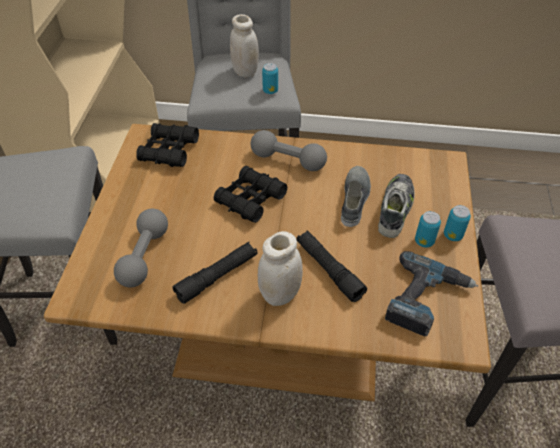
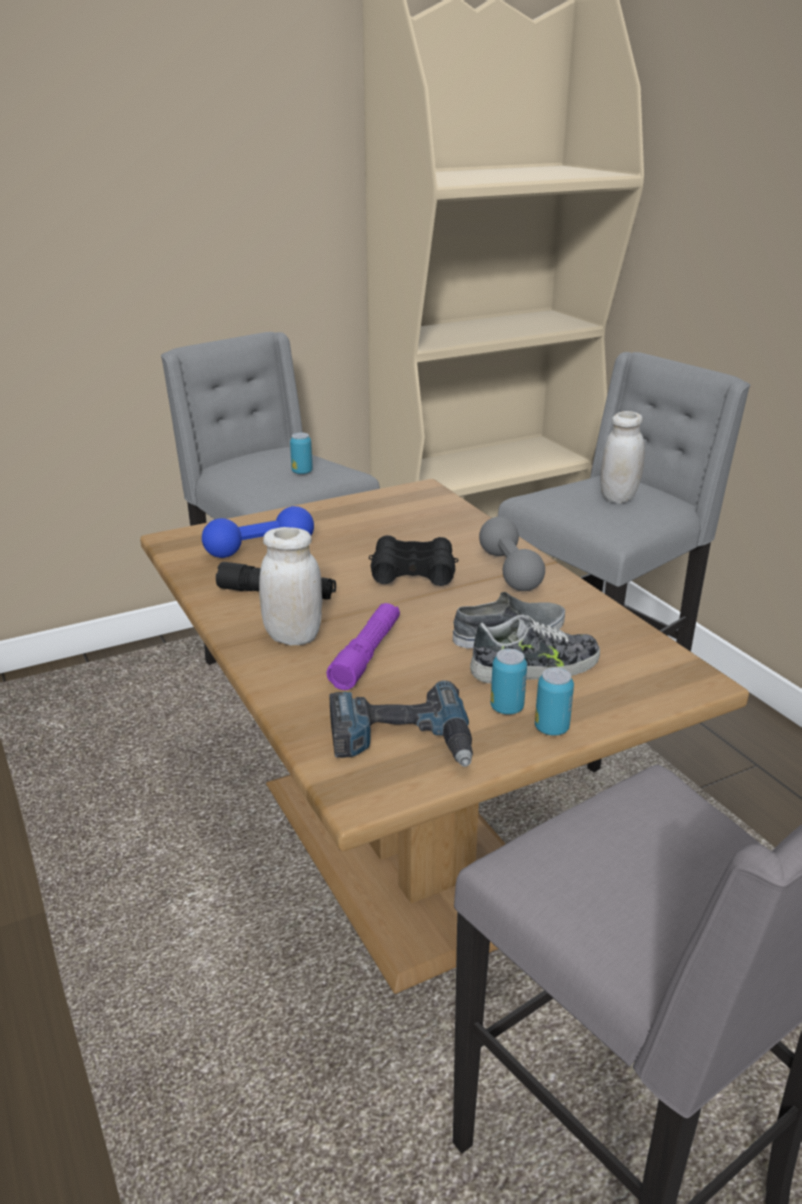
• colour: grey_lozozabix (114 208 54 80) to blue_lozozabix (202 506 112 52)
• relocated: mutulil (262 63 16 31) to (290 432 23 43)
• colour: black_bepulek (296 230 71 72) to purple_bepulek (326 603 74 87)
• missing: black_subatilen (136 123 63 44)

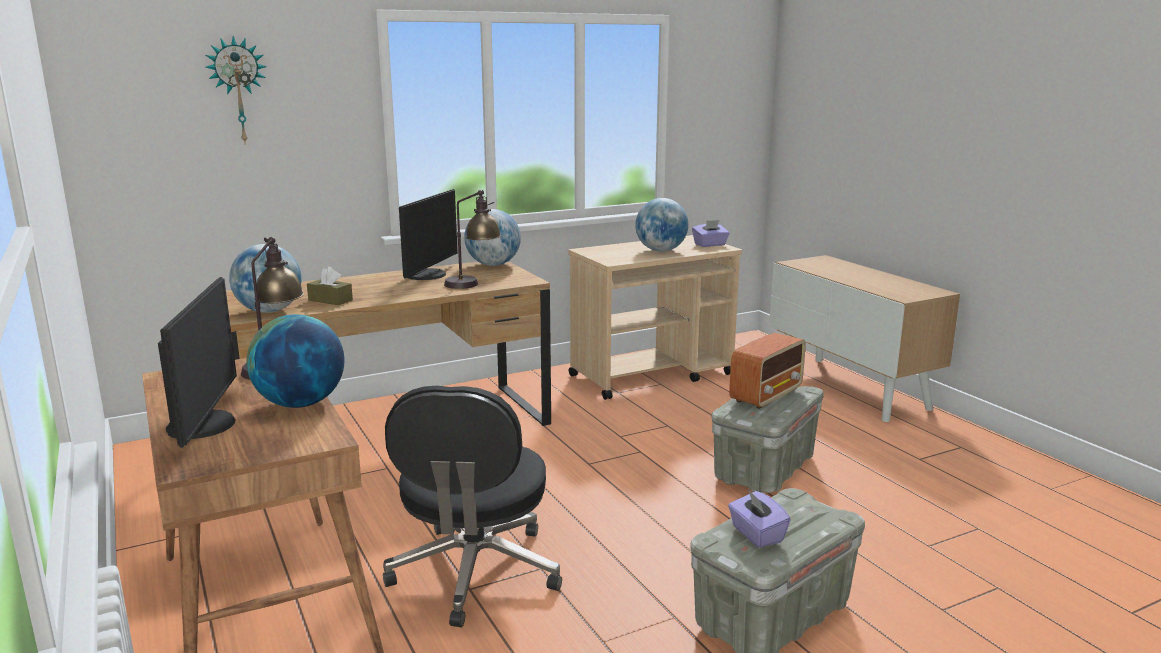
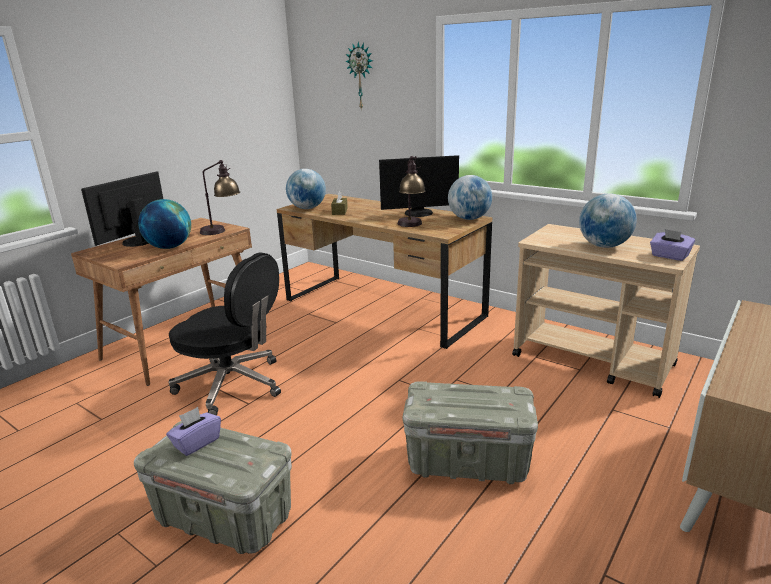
• spun: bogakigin (158 277 79 170) = (81 171 82 76) 150 degrees clockwise
• spun: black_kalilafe (383 386 179 241) = (168 253 113 162) 135 degrees counterclockwise
• missing: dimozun (729 333 77 76)

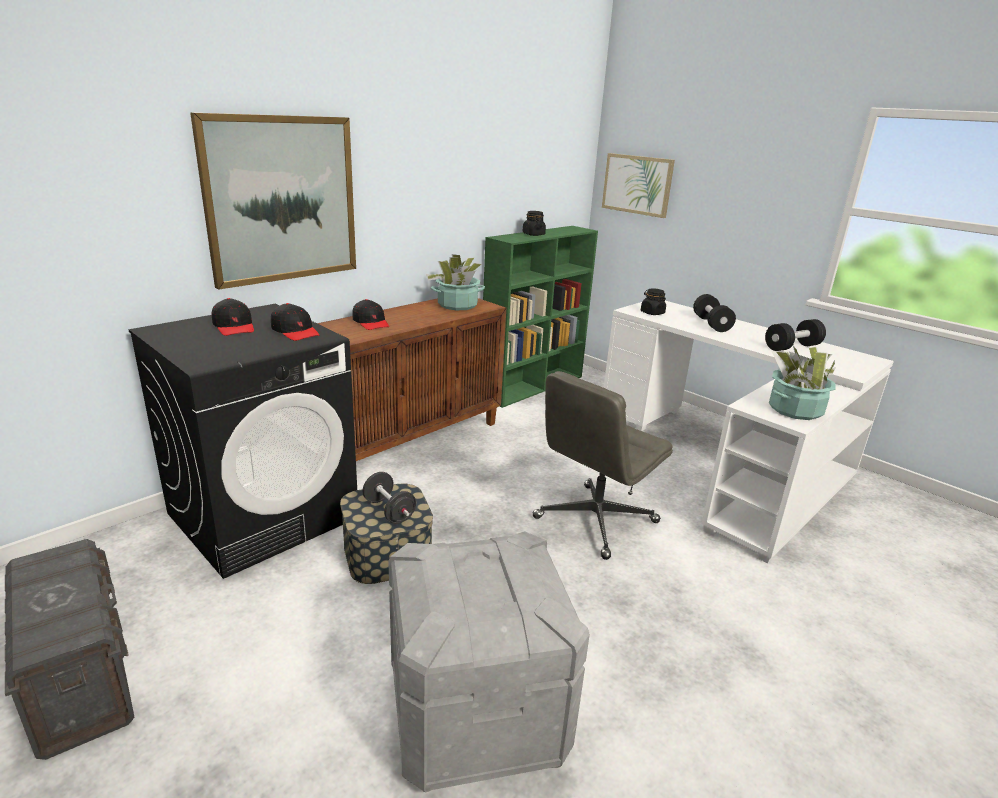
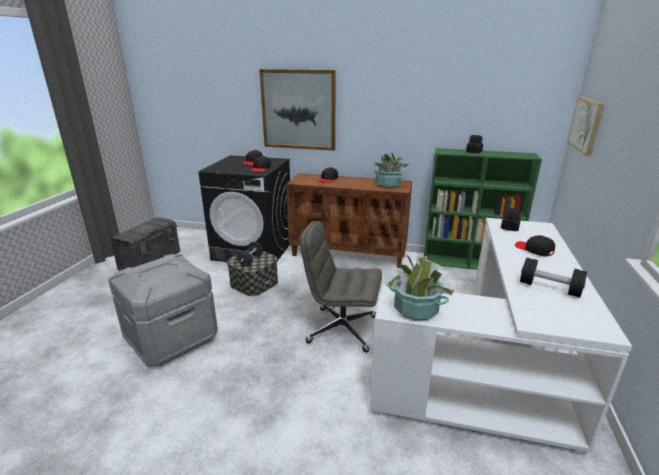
• exchanged: black_lozozabix (693 294 43 38) to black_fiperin (515 235 40 21)

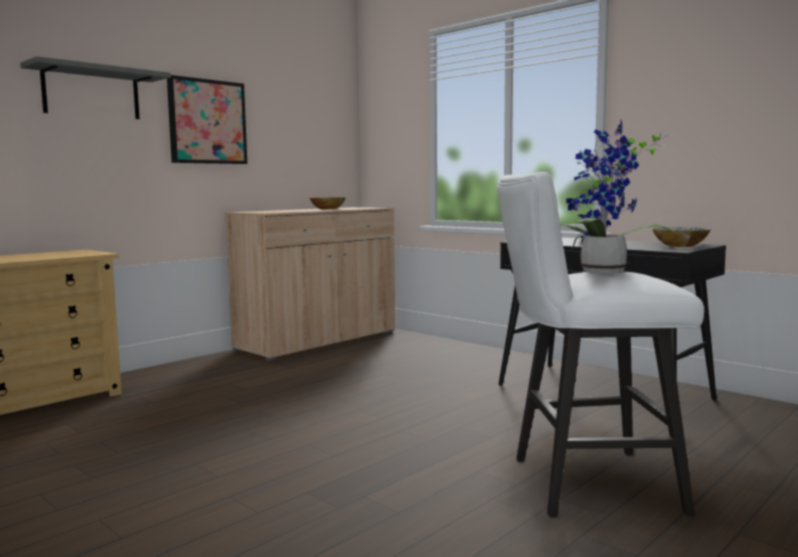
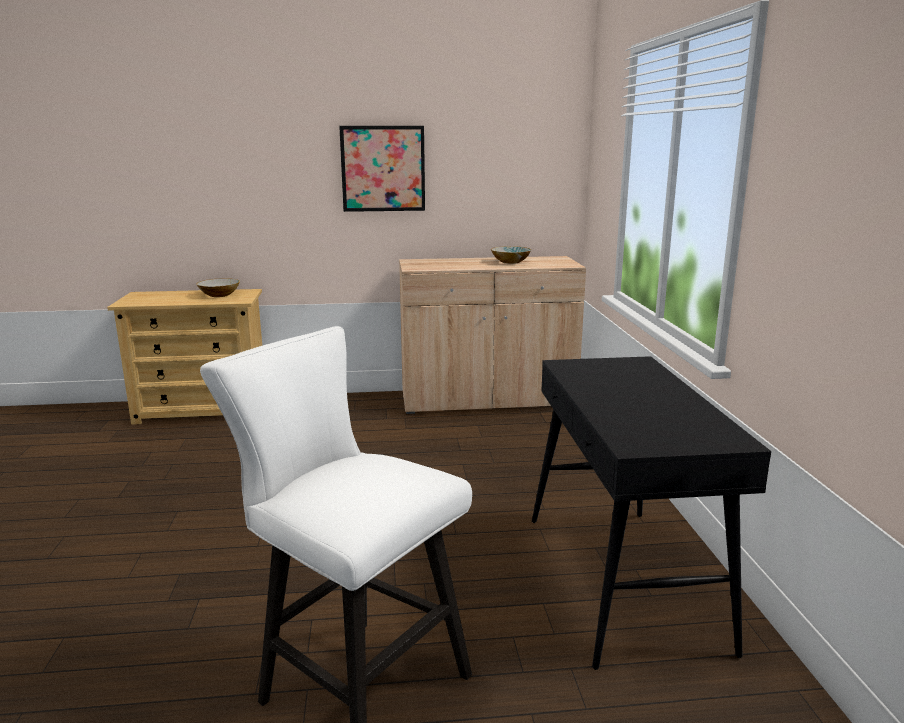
• relocated: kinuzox (652 227 59 20) to (196 278 44 19)
• missing: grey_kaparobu (20 56 151 63)
• missing: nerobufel (560 119 121 155)

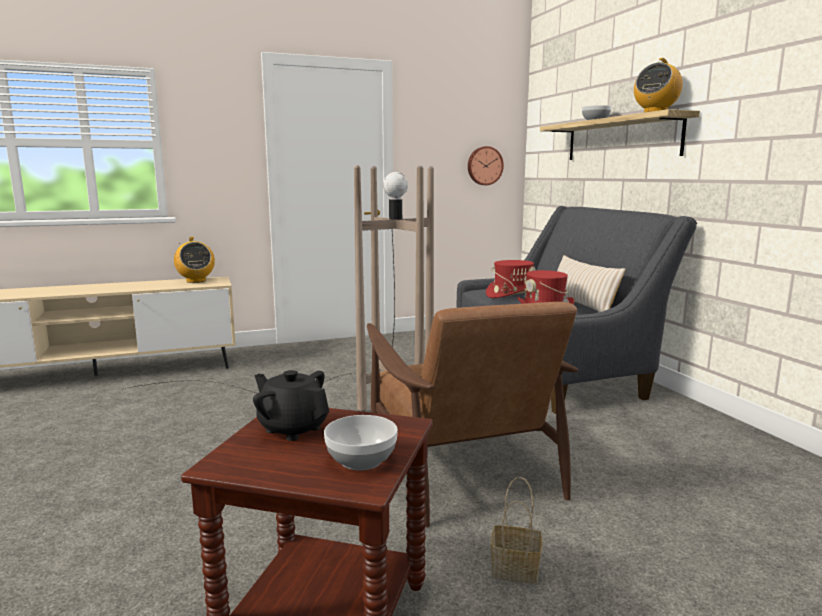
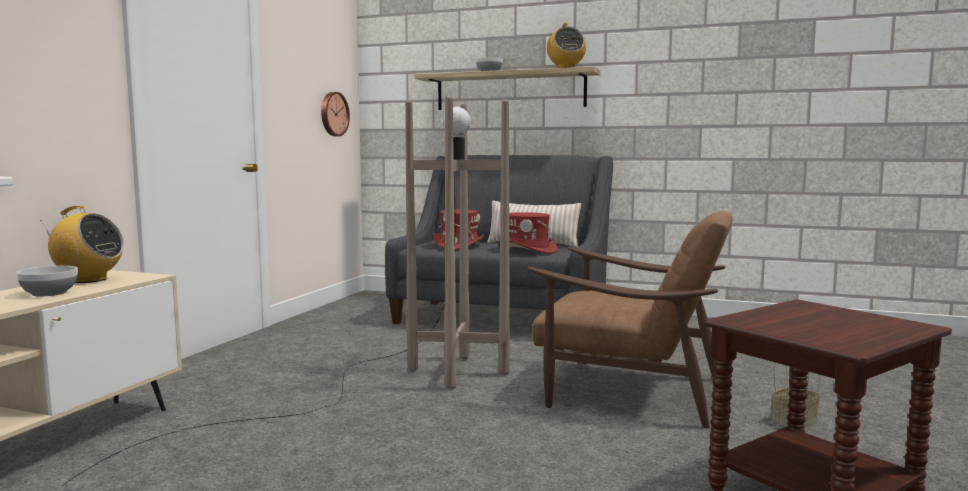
• relocated: kinuzox (324 415 74 56) to (16 266 62 30)
• missing: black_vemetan (253 370 76 71)

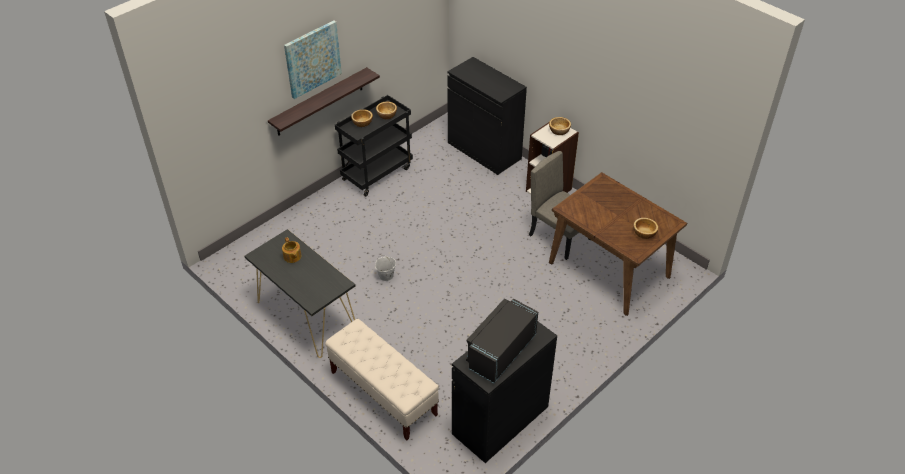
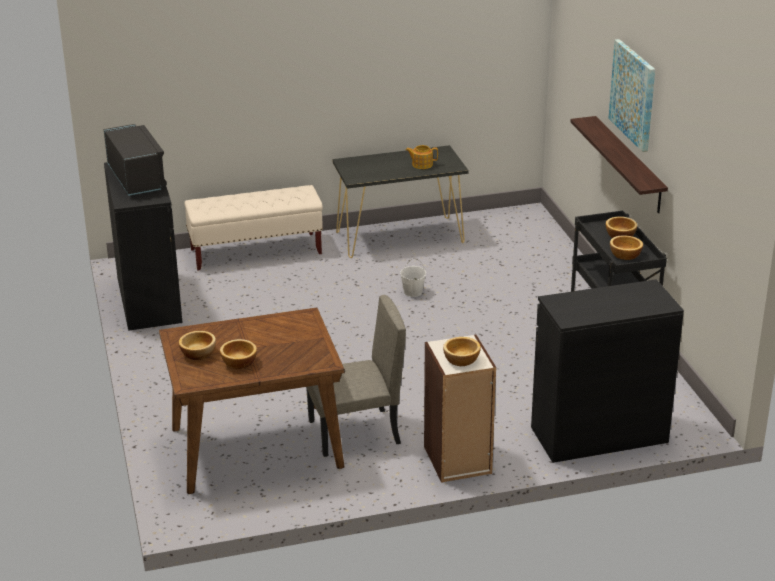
• appeared: kinuzox (220 339 37 30)

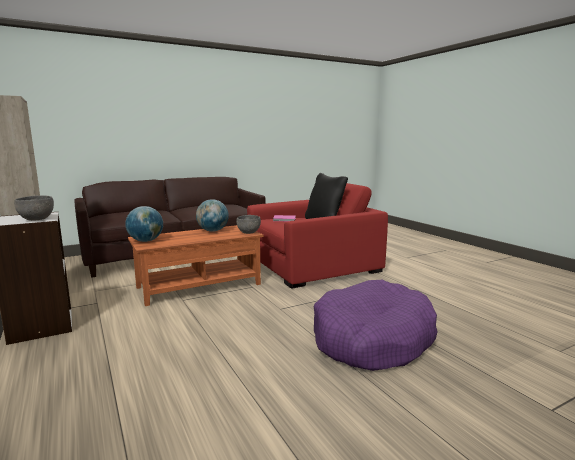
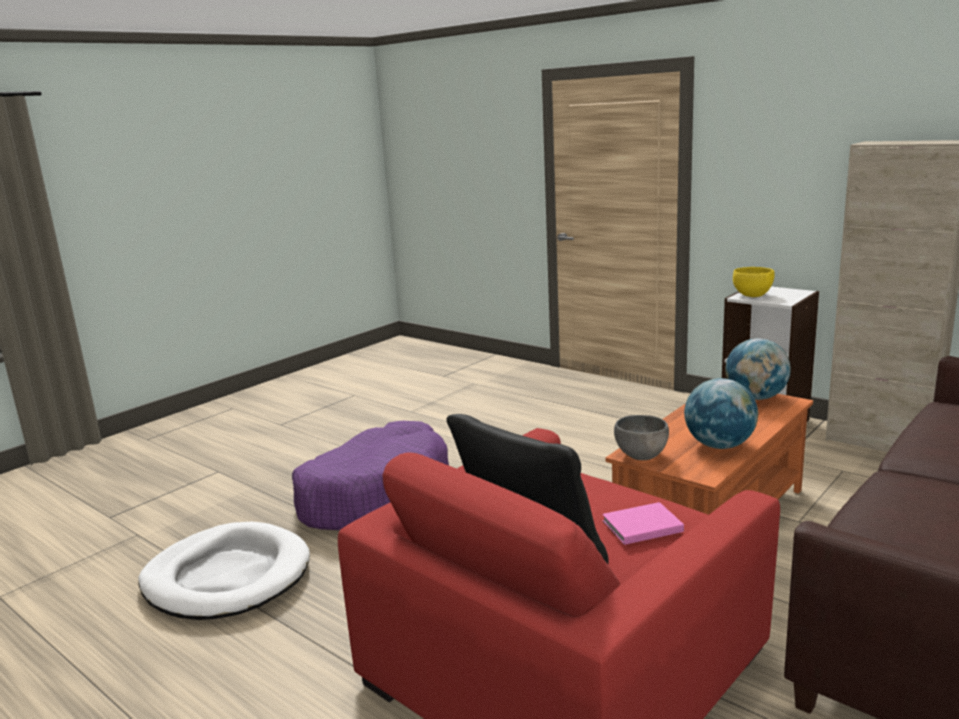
• appeared: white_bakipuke (138 522 172 98)
• colour: grey_kinuzox (14 195 40 26) to yellow_kinuzox (733 267 42 30)

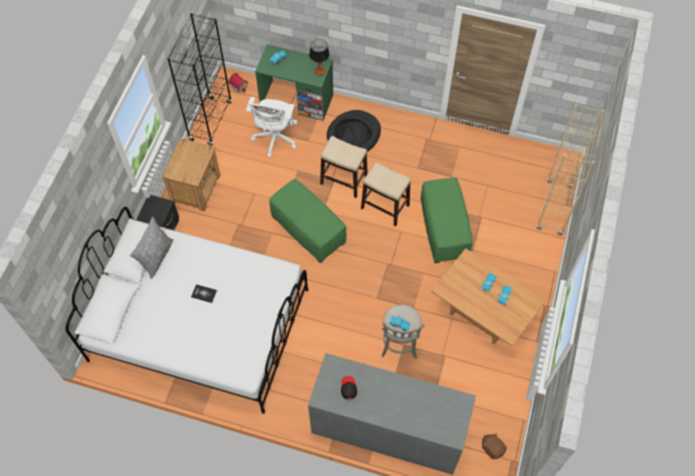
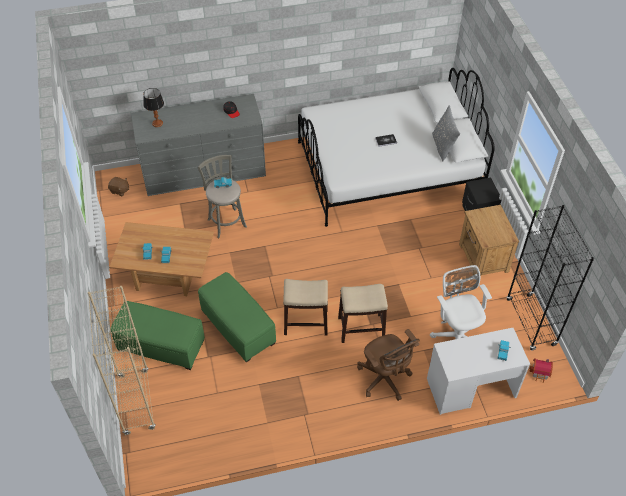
• relocated: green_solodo (269 179 77 84) to (110 301 95 69)
• relocated: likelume (309 39 21 37) to (143 88 21 39)
• exchanged: black_bakipuke (327 110 54 42) to brown_kalilafe (357 329 63 72)
• colour: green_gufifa (255 45 78 76) to white_gufifa (427 328 103 87)

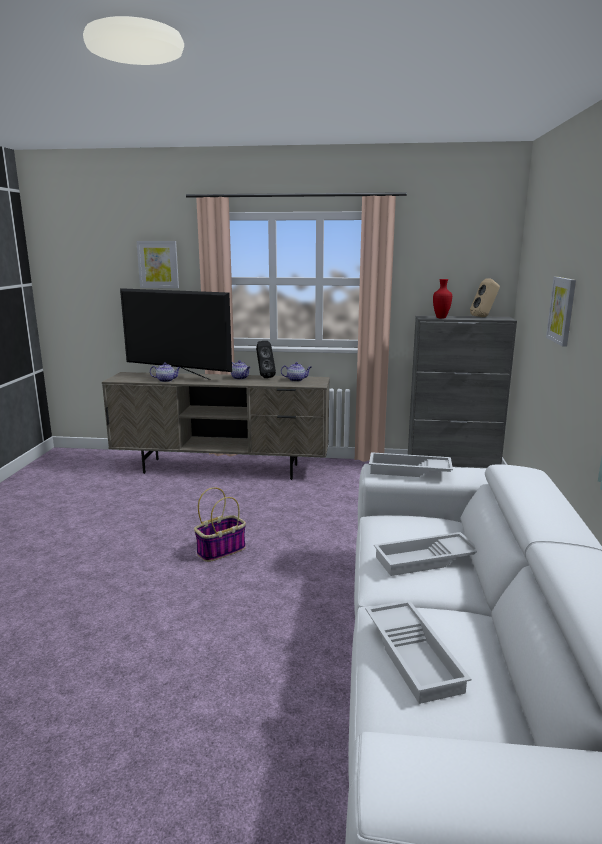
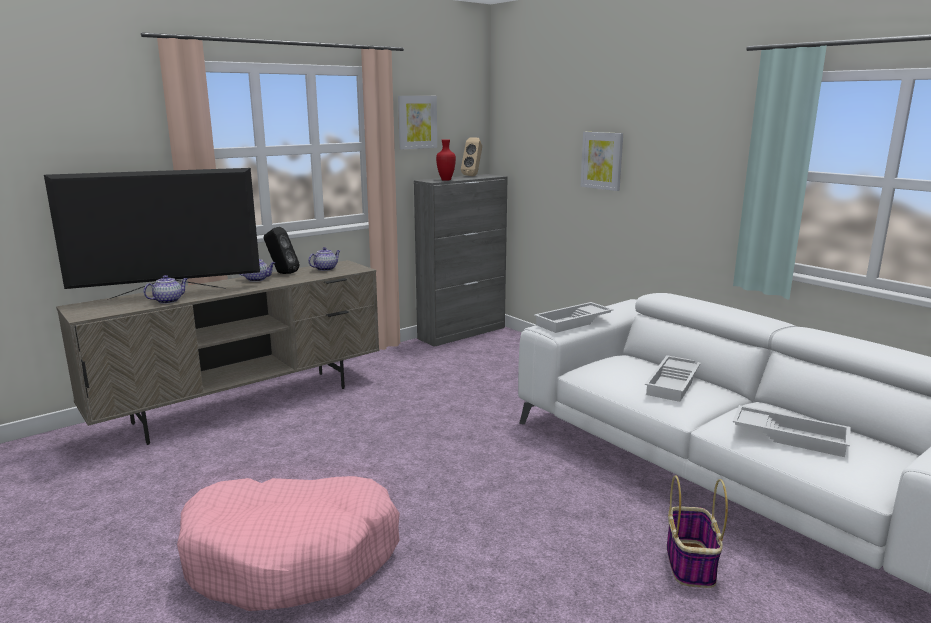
• appeared: pink_bakipuke (177 476 223 135)
• relocated: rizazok (136 241 43 47) to (398 96 39 54)
• relocated: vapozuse (194 487 52 75) to (667 475 61 113)

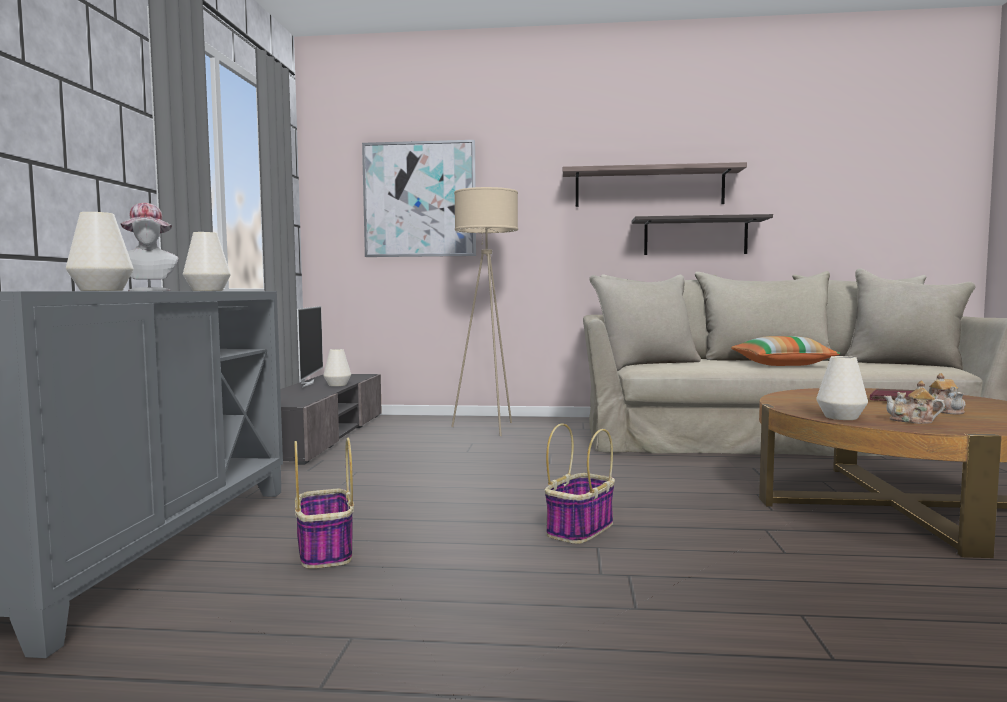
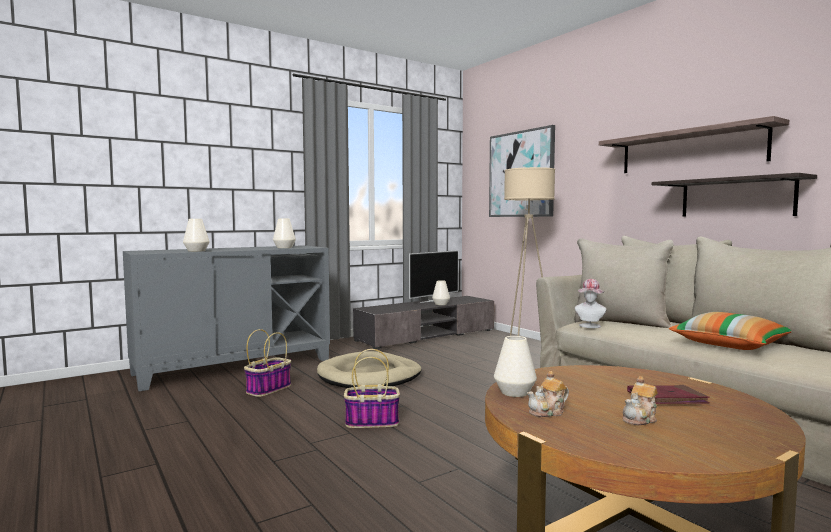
• appeared: beige_bakipuke (317 351 105 37)
• spun: vemetan (884 381 61 43) = (527 371 42 46) 105 degrees counterclockwise
• relocated: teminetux (121 203 58 88) to (575 279 32 49)

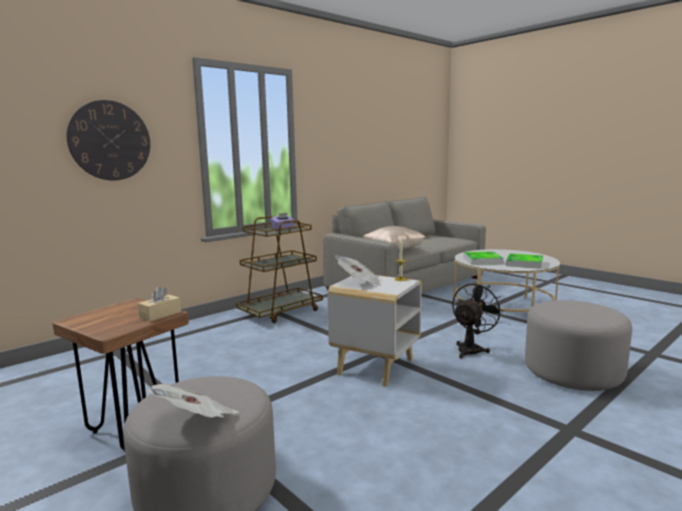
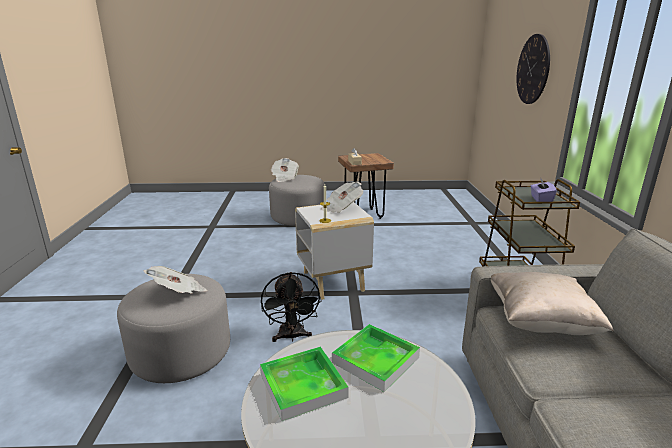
• appeared: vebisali (143 266 65 27)

